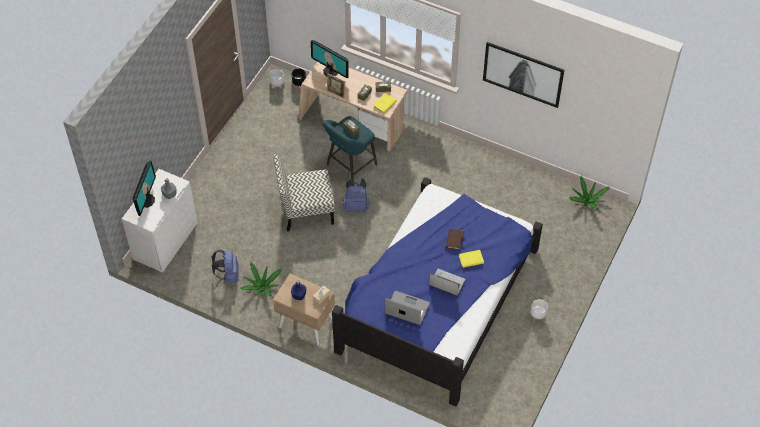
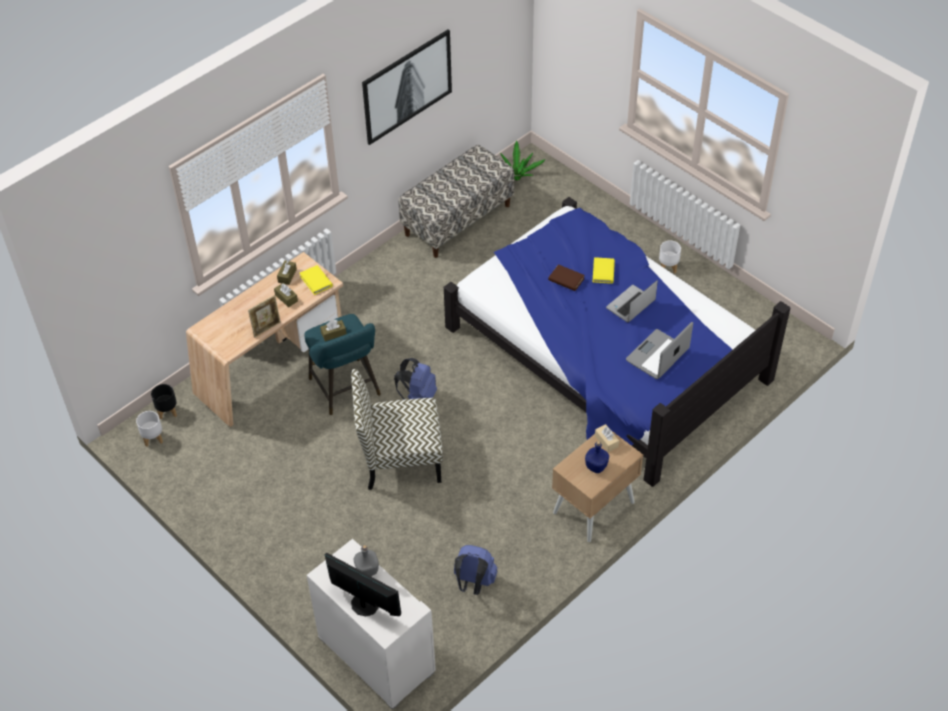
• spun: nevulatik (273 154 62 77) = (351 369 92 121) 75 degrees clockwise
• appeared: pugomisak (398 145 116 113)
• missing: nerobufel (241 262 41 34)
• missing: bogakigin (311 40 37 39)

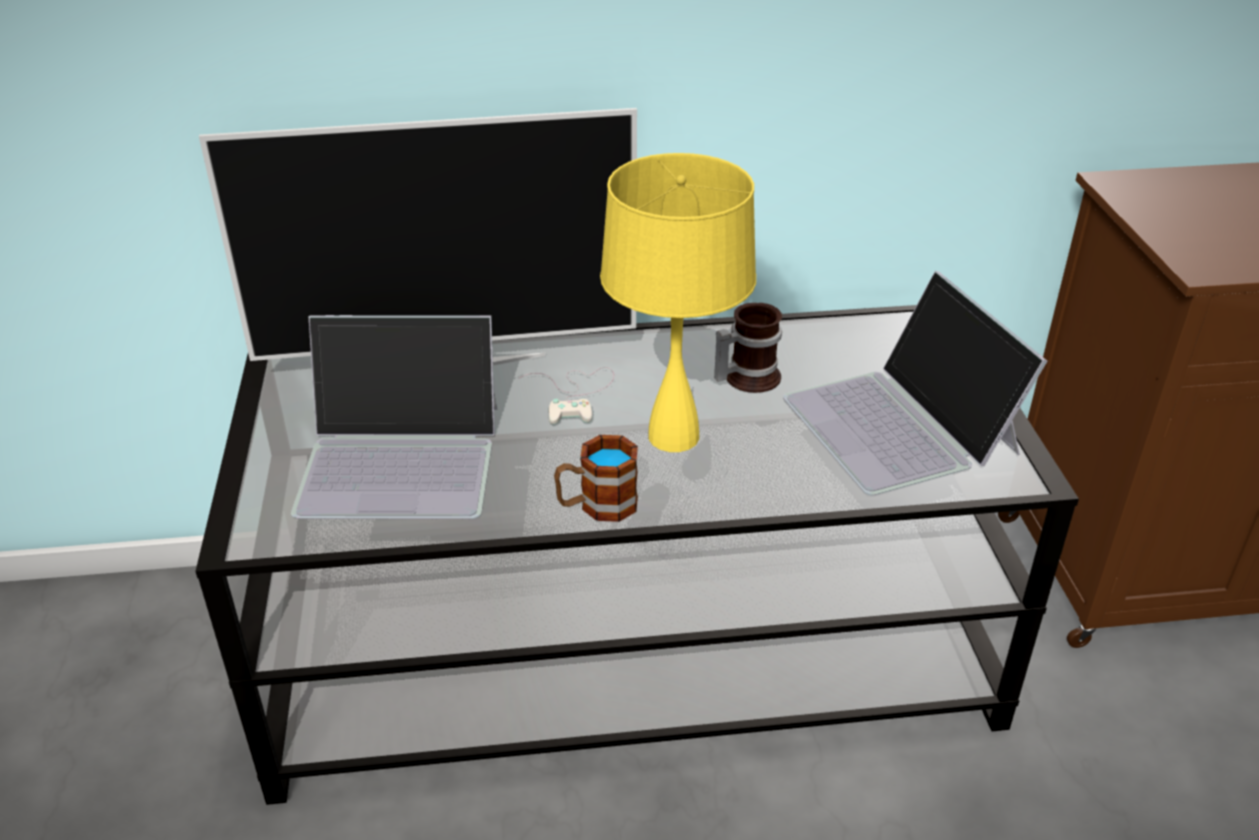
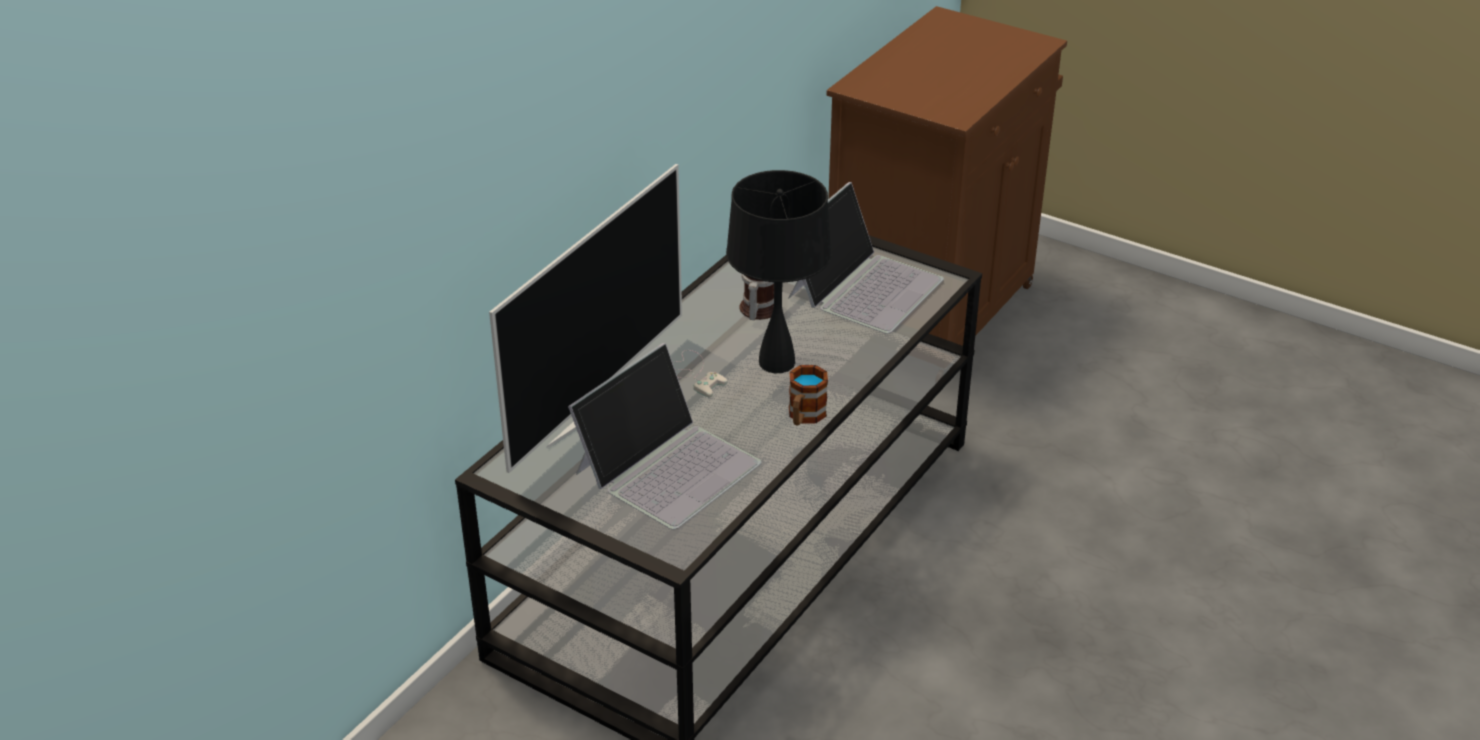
• colour: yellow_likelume (600 153 156 299) to black_likelume (726 170 105 203)
• spun: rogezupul (783 271 264 224) = (789 182 155 152) 75 degrees counterclockwise

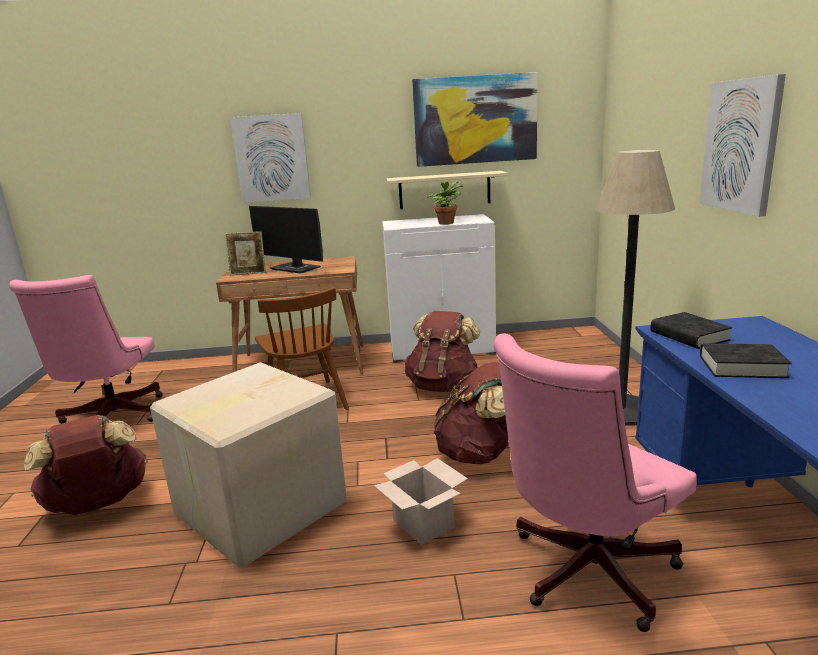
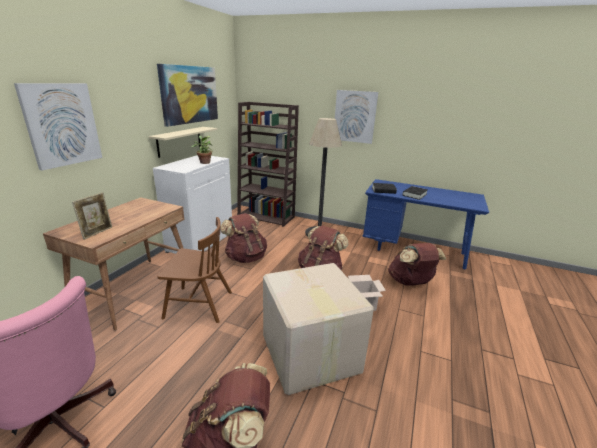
• appeared: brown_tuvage (237 102 62 125)
• exchanged: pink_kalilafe (493 333 204 299) to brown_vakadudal (388 243 58 42)
• missing: bogakigin (249 206 74 68)

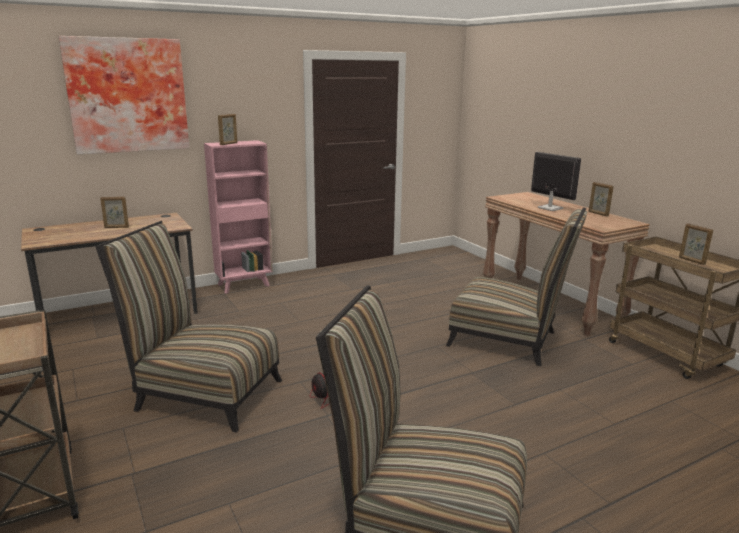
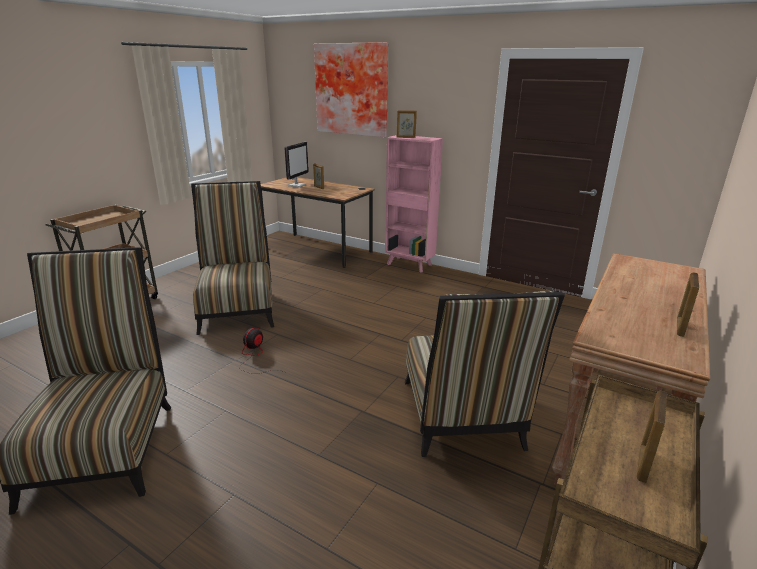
• relocated: bogakigin (531 152 50 59) to (285 142 24 45)

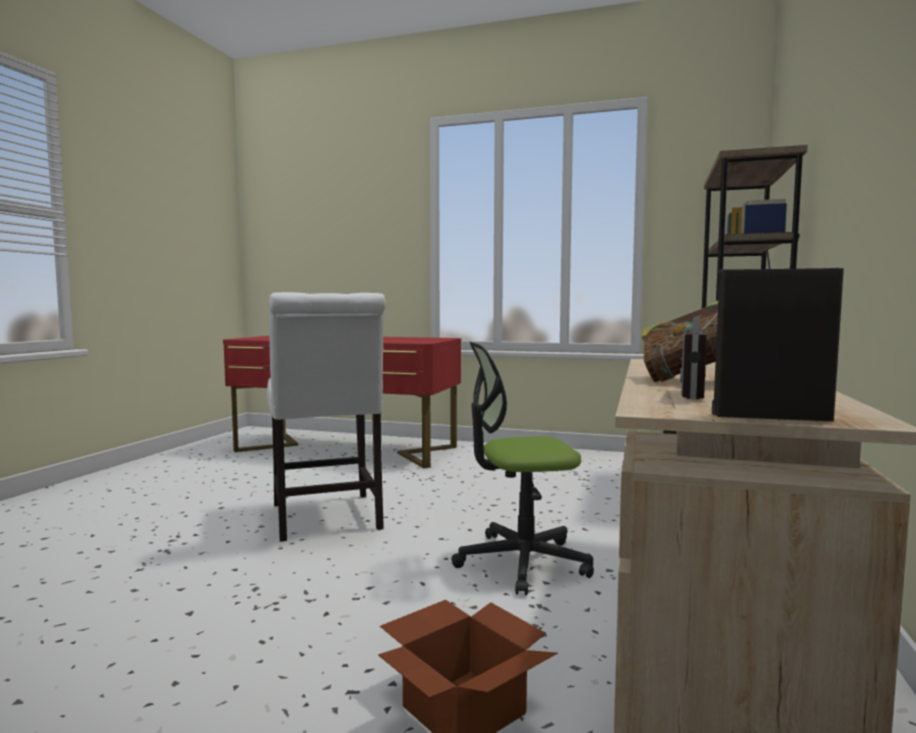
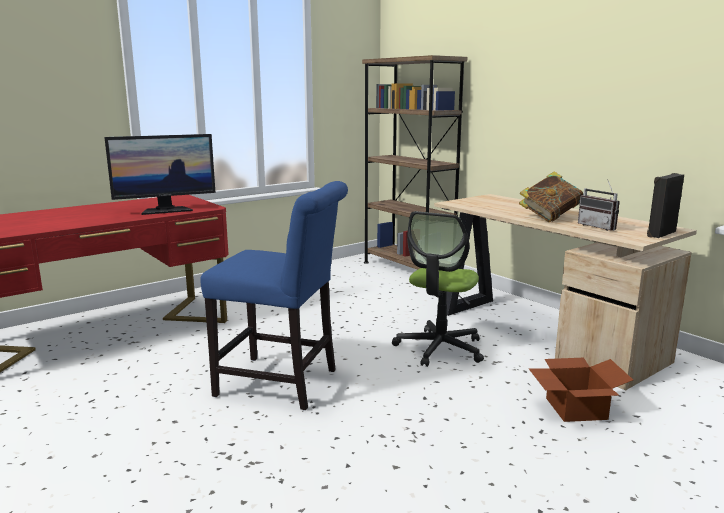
• appeared: bogakigin (104 134 112 81)
• colour: white_nevulatik (267 292 119 250) to blue_nevulatik (200 181 148 229)

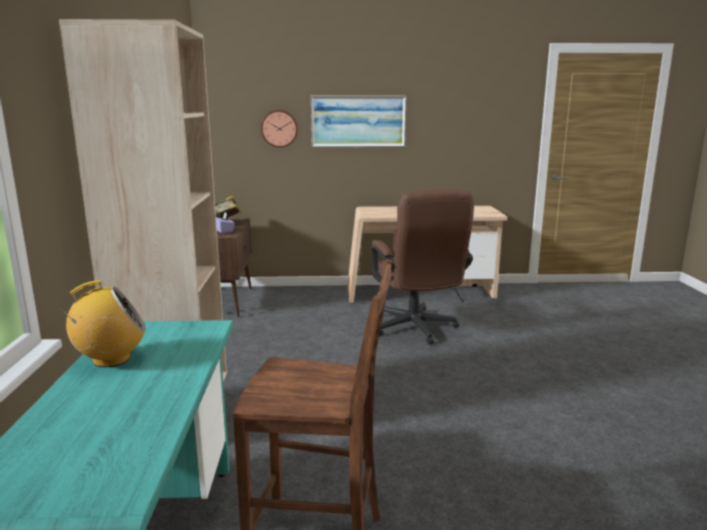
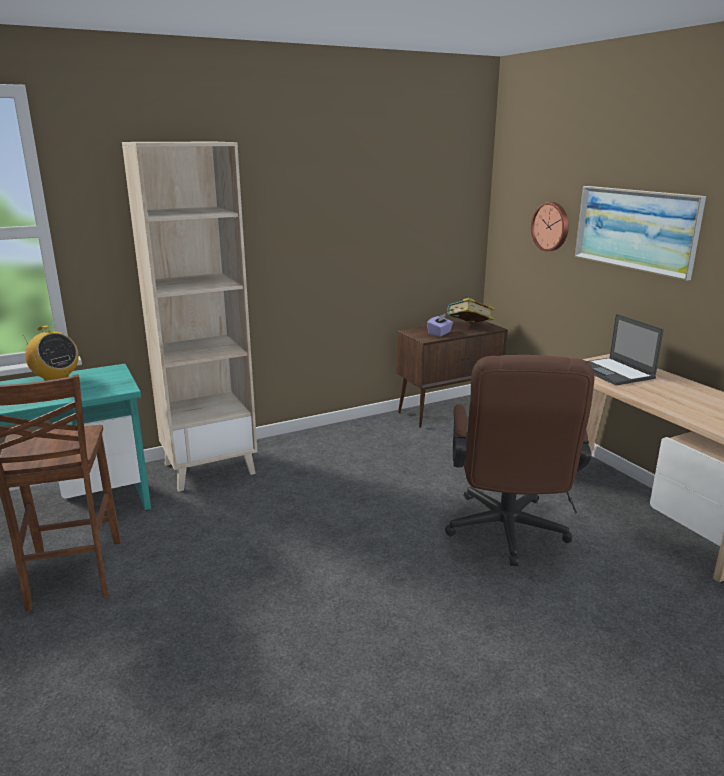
• spun: brown_kalilafe (371 189 103 155) = (445 355 150 211) 45 degrees counterclockwise
• appeared: rogezupul (587 314 77 71)

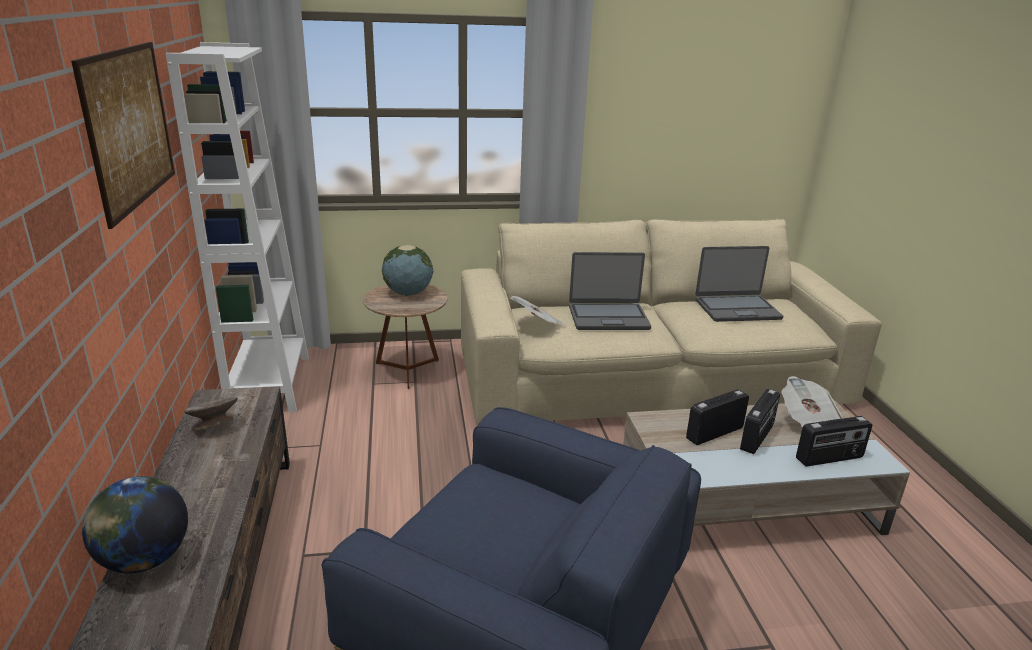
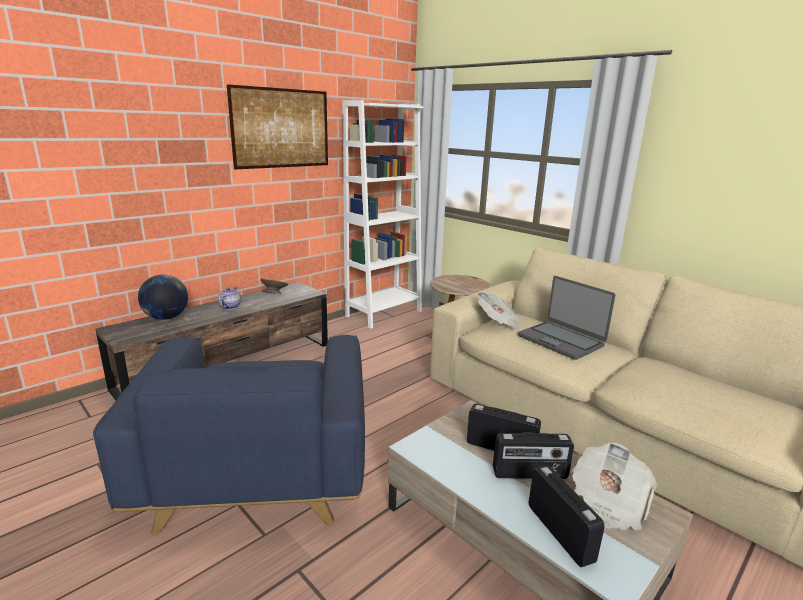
• appeared: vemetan (218 287 22 23)
• spun: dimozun (796 416 76 51) = (529 466 76 101) 150 degrees counterclockwise
• missing: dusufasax (382 245 51 51)
• missing: rogezupul (695 246 88 76)

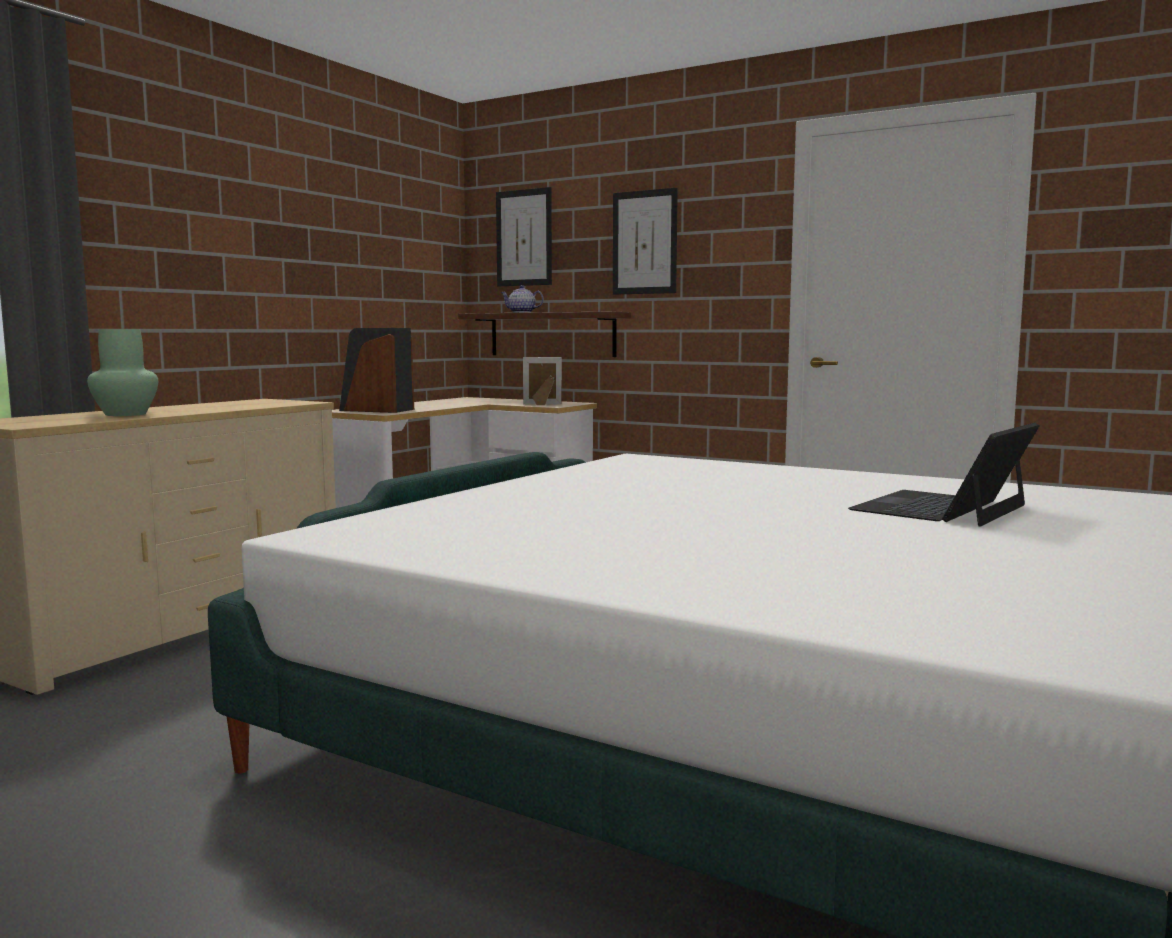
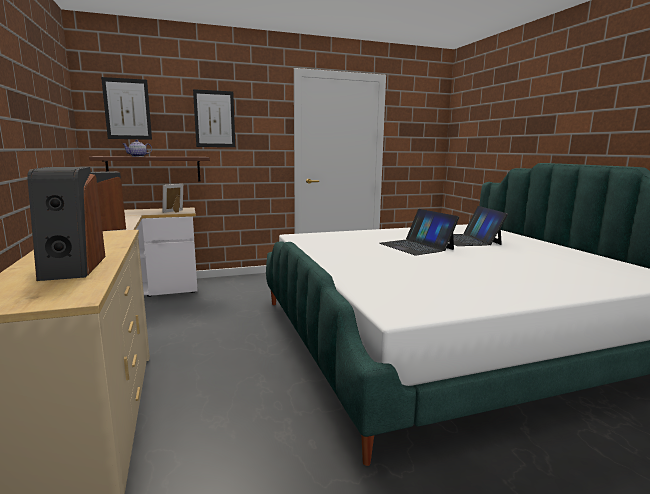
• exchanged: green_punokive (87 329 71 87) to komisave (27 167 78 114)
• appeared: rogezupul (379 209 80 46)

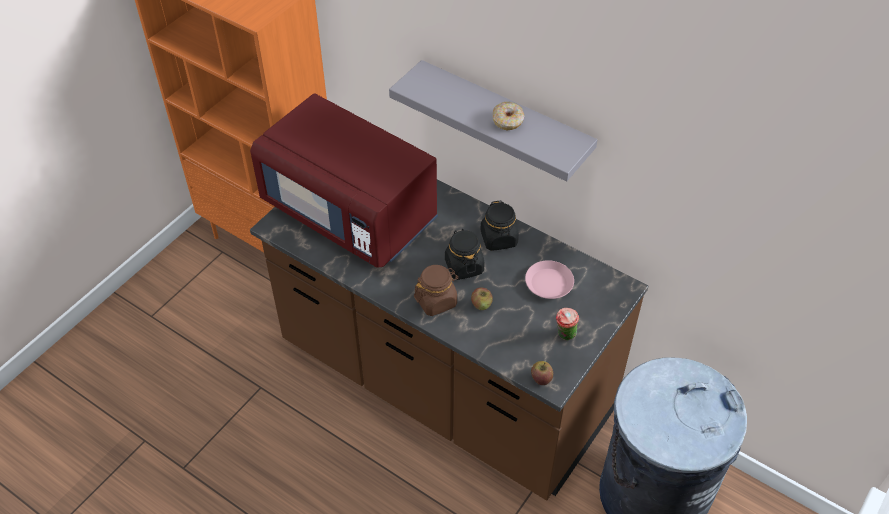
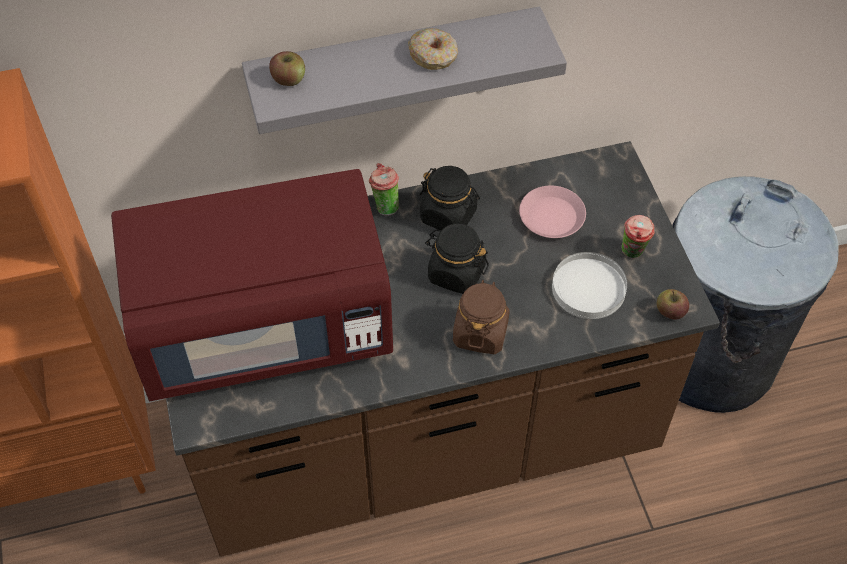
• relocated: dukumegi (471 287 22 23) to (269 51 36 35)
• appeared: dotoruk (369 163 30 52)
• appeared: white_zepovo (552 252 75 67)

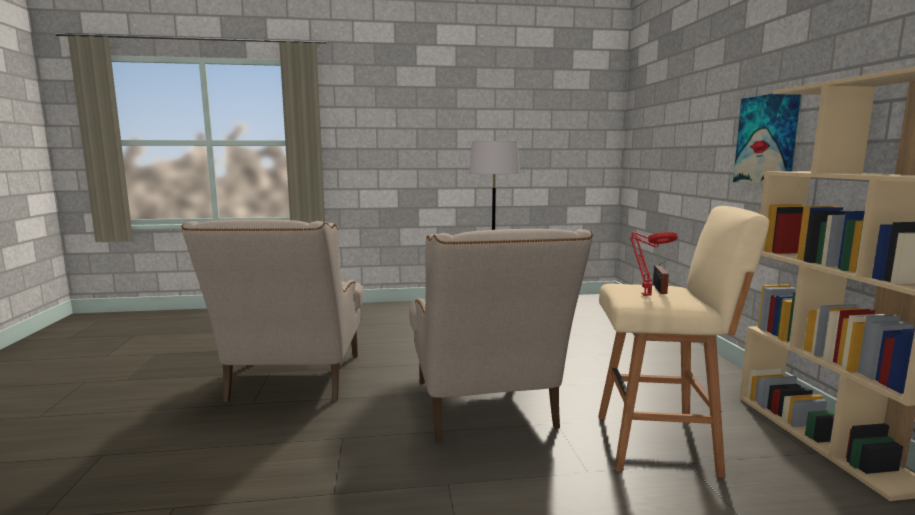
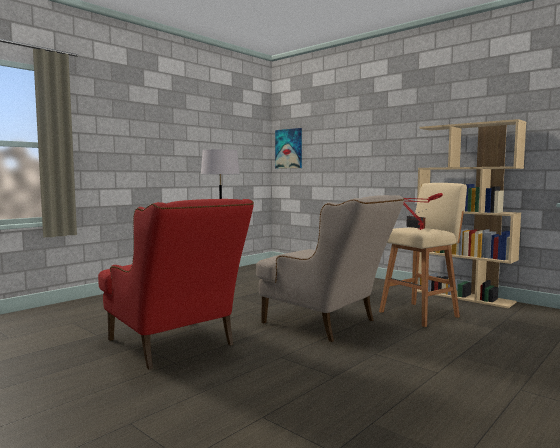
• colour: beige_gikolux (181 219 183 183) to red_gikolux (98 199 156 170)
• relocated: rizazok (733 93 68 91) to (275 128 27 41)

